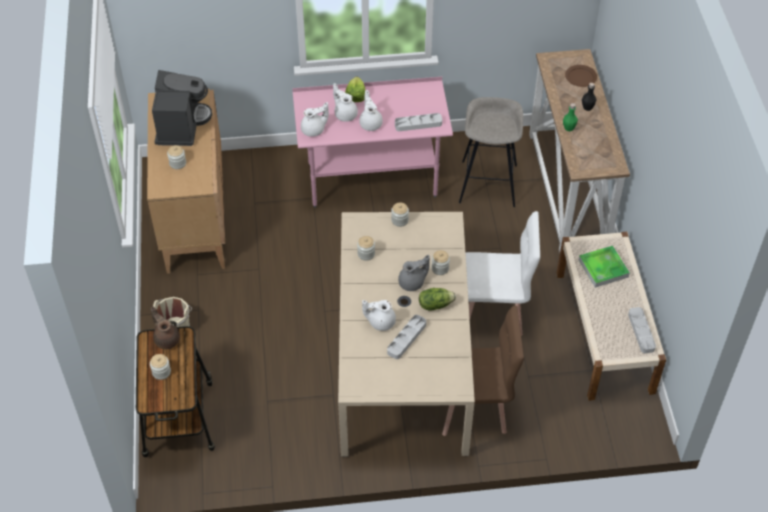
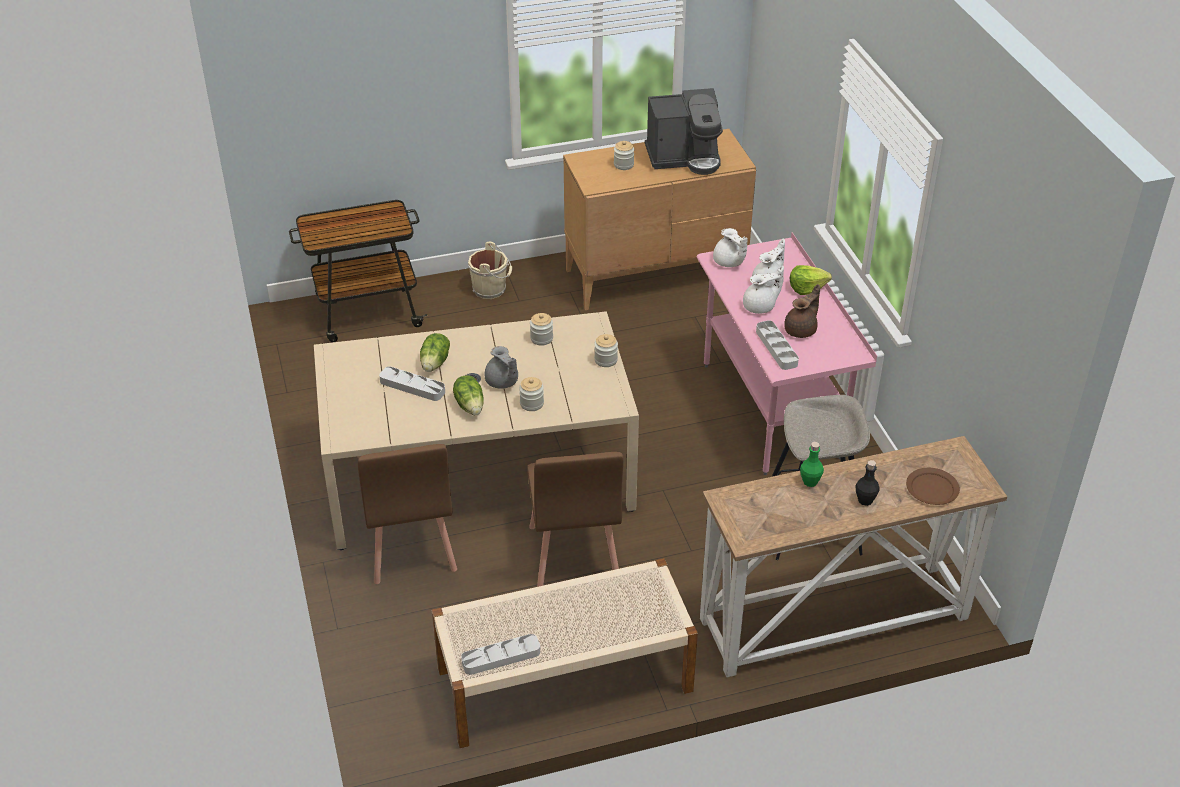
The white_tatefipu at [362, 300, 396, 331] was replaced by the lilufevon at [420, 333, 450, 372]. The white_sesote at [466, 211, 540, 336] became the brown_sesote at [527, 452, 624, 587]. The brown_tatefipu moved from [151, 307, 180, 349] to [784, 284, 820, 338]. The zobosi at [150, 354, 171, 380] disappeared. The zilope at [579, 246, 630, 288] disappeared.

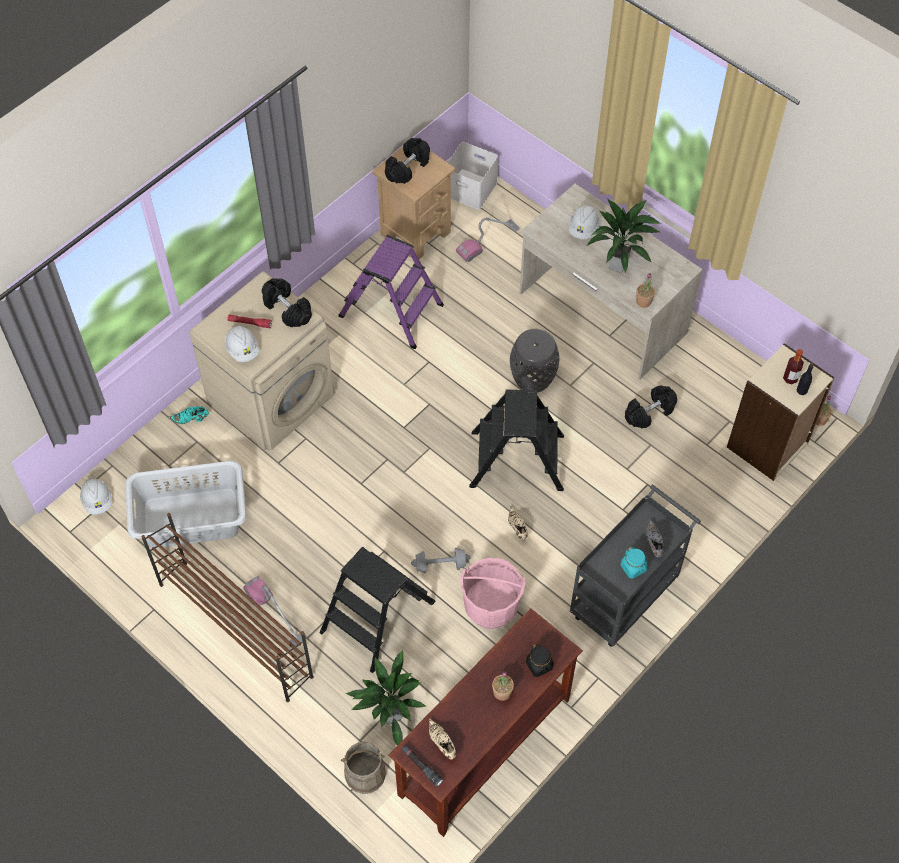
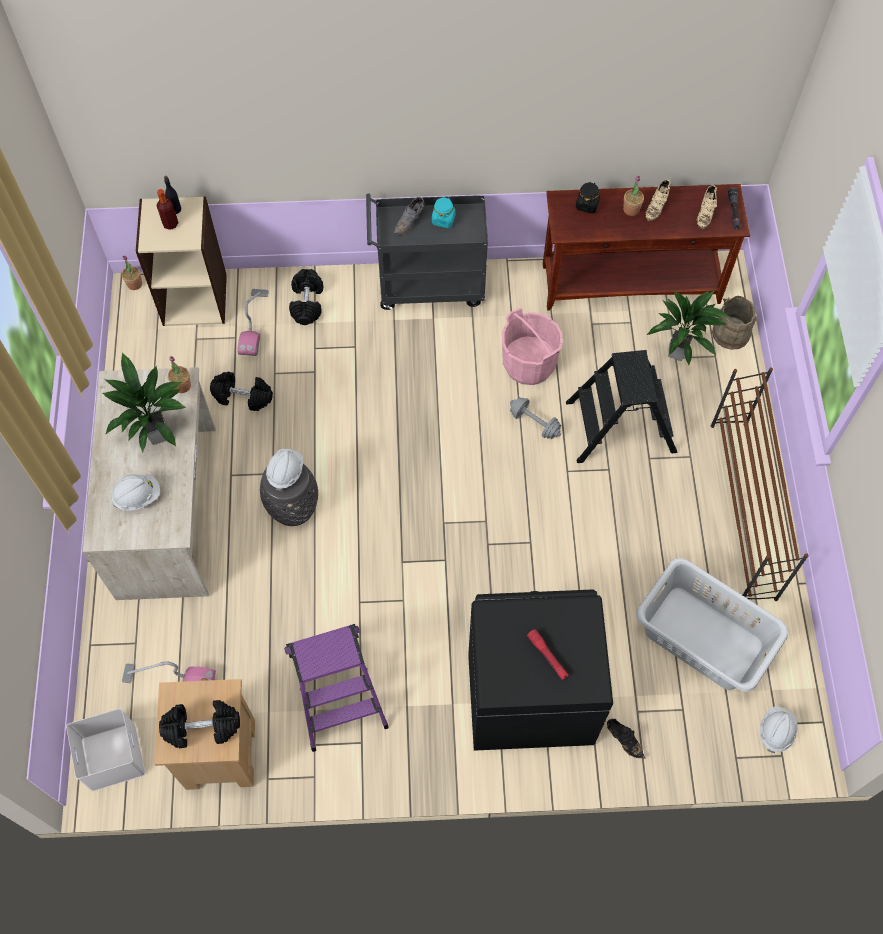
The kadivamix moved from [243, 576, 307, 646] to [238, 289, 269, 356]. The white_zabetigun moved from [225, 325, 259, 362] to [266, 449, 303, 491]. The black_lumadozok moved from [262, 278, 312, 327] to [289, 269, 323, 325]. The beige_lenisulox at [190, 271, 334, 450] became the black_lenisulox at [468, 589, 613, 751]. The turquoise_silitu at [169, 407, 209, 424] became the black_silitu at [607, 719, 646, 759]. The beige_silitu moved from [508, 506, 528, 540] to [646, 180, 671, 221]. The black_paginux at [469, 389, 564, 491] disappeared.

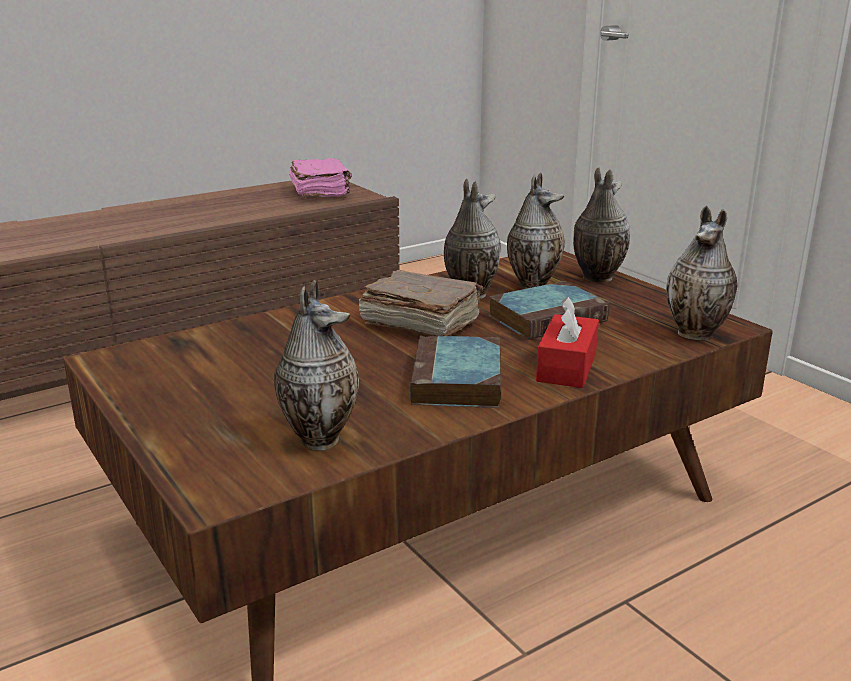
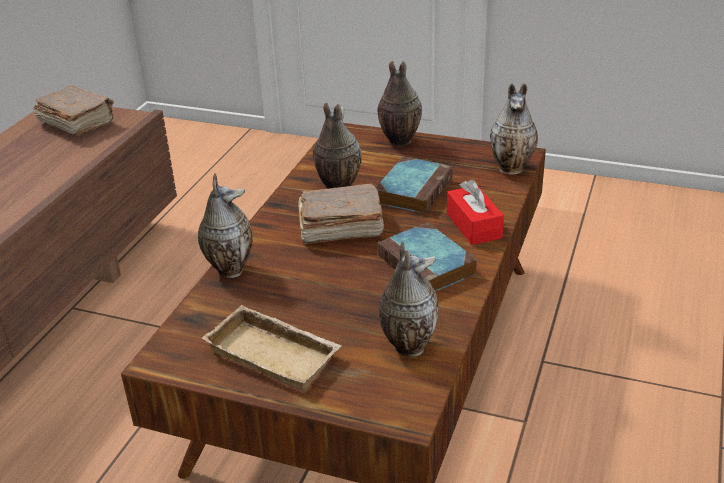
The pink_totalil at [289, 158, 352, 197] became the brown_totalil at [34, 86, 114, 136]. The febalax moved from [507, 173, 565, 289] to [198, 173, 253, 278]. The beige_zilope at [202, 305, 341, 391] appeared.

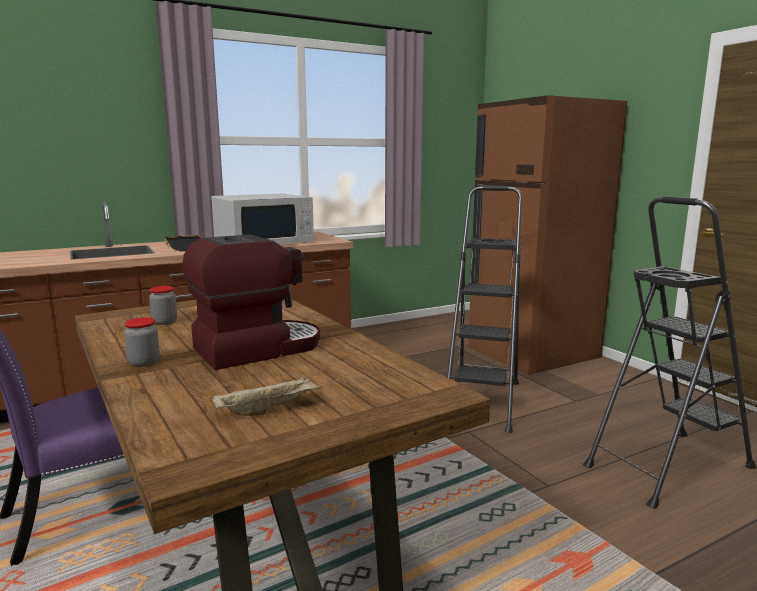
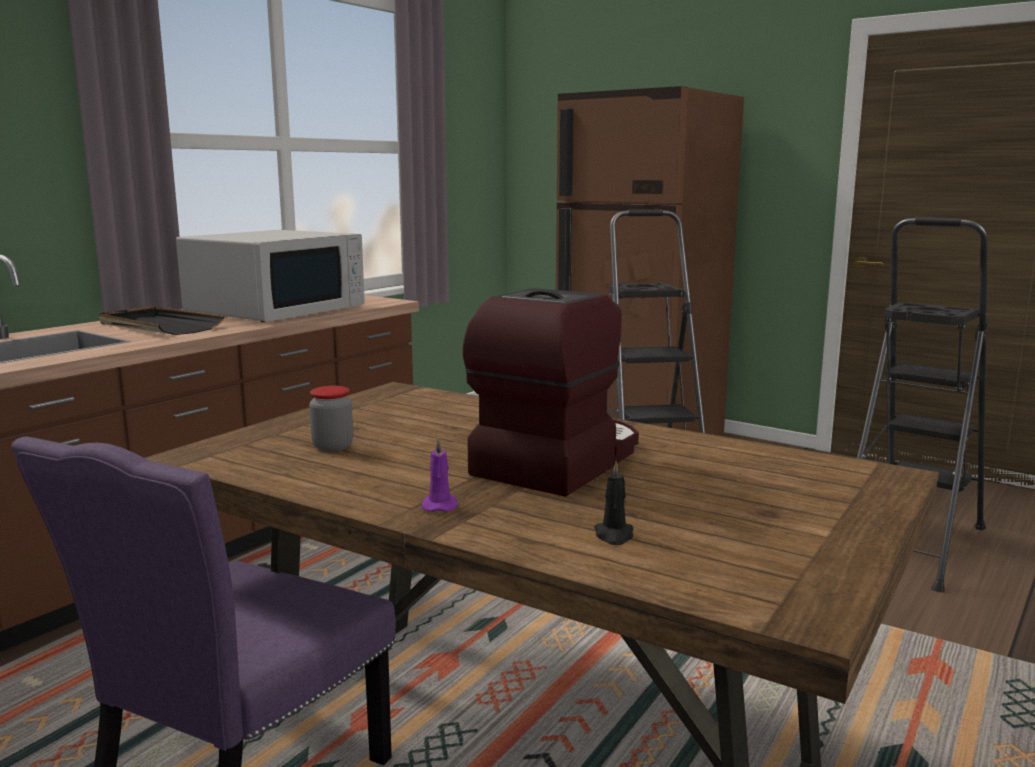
The zobosi at [124, 317, 160, 367] was replaced by the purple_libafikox at [421, 437, 458, 512]. The black_libafikox at [594, 461, 633, 545] appeared. The beige_zilope at [211, 375, 321, 416] disappeared.

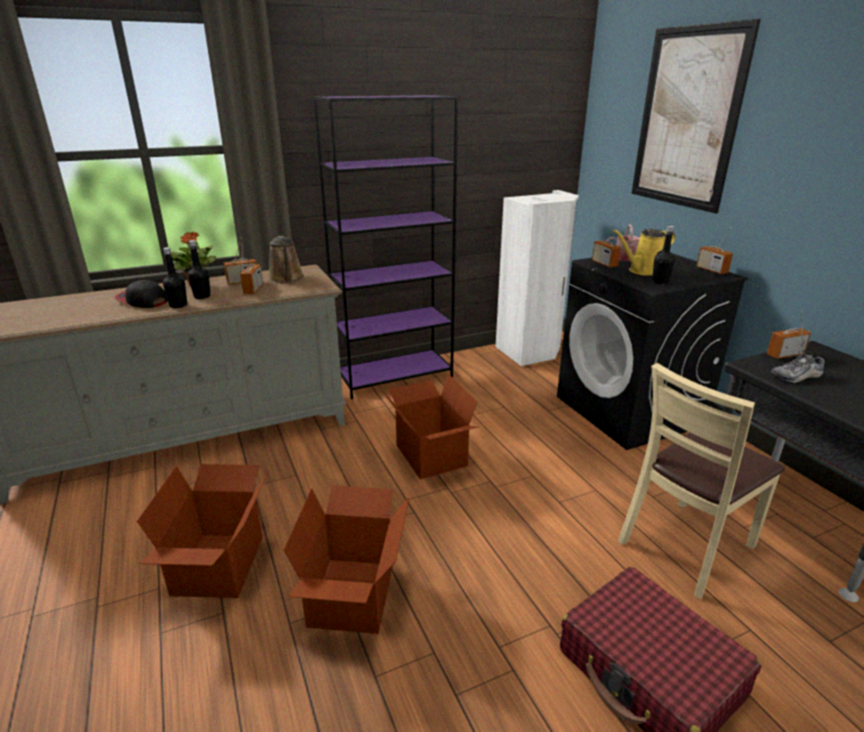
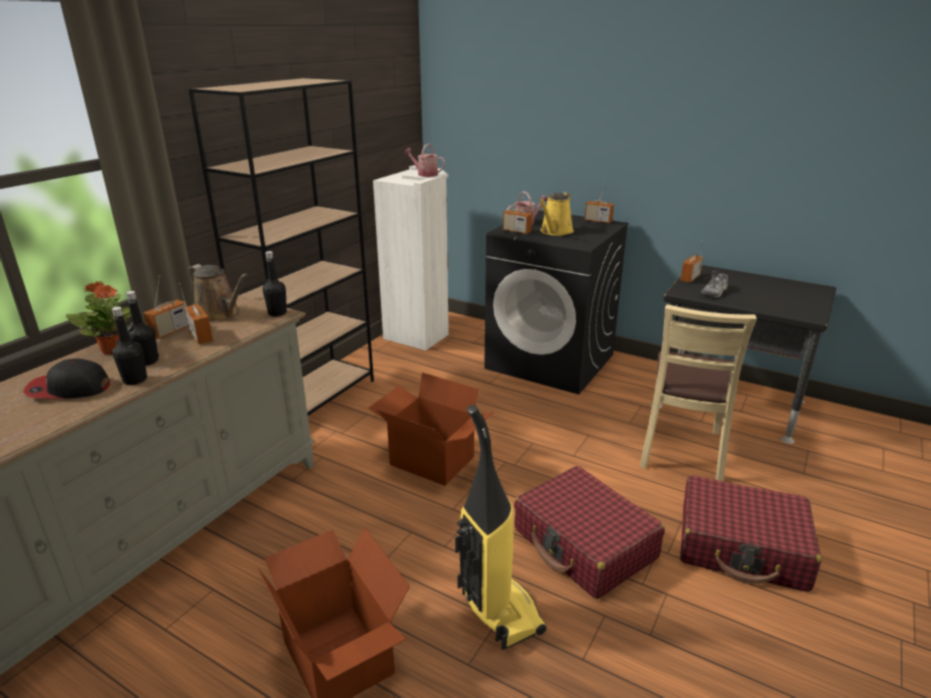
The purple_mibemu at [313, 95, 458, 399] became the beige_mibemu at [188, 78, 374, 416]. The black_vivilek moved from [652, 226, 675, 284] to [263, 251, 287, 317]. The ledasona at [404, 144, 445, 177] appeared. The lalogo at [283, 485, 409, 634] was replaced by the kadivamix at [455, 405, 547, 650]. The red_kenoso at [514, 466, 665, 599] appeared. The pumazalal at [631, 19, 761, 214] disappeared.

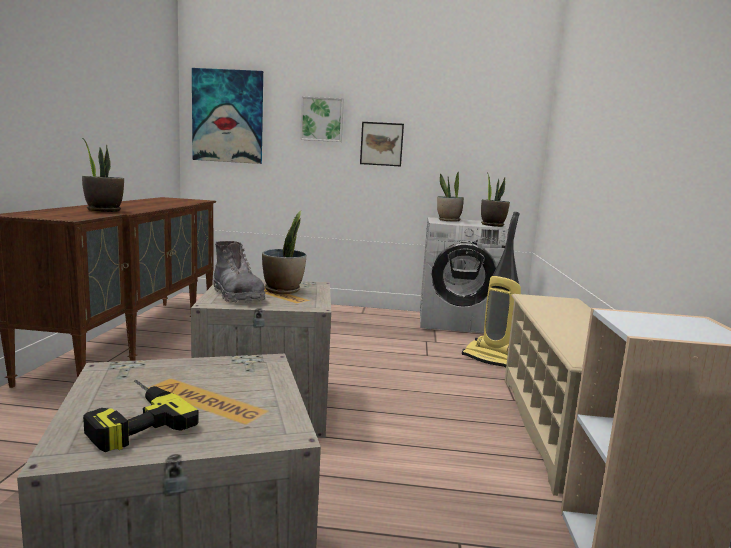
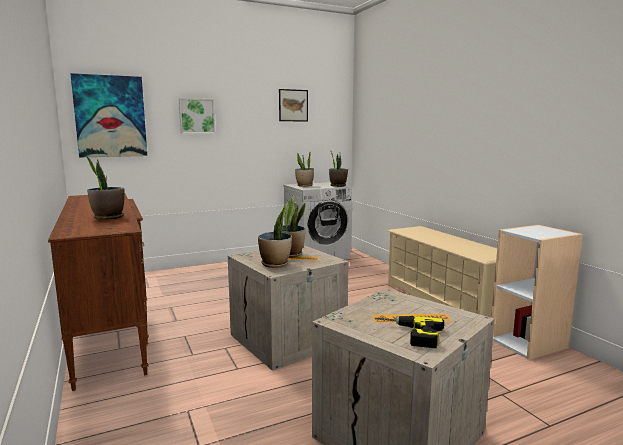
The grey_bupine at [213, 241, 266, 303] was replaced by the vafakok at [258, 203, 292, 268]. The pumazalal moved from [360, 122, 404, 167] to [279, 89, 308, 122]. The kadivamix at [462, 212, 521, 367] disappeared.

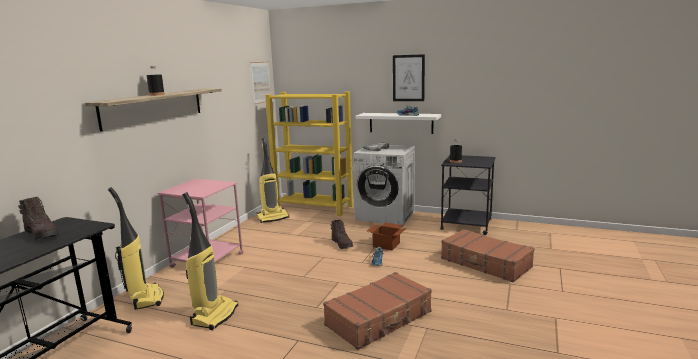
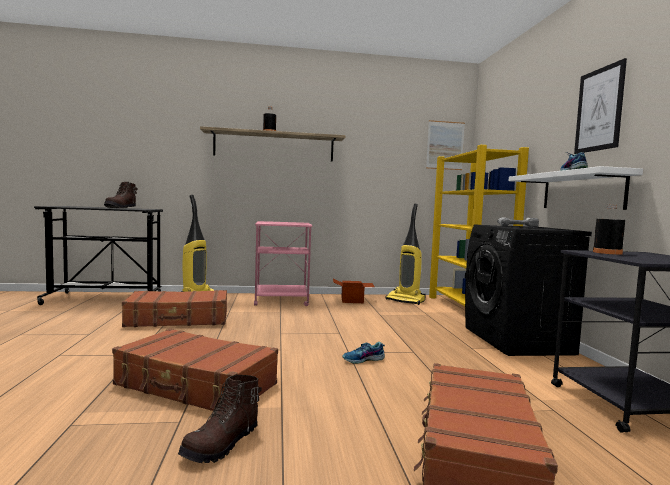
The kadivamix at [183, 192, 238, 330] was replaced by the brown_kenoso at [122, 290, 227, 327]. The brown_bupine moved from [331, 220, 353, 249] to [178, 375, 262, 463]. The lalogo moved from [367, 222, 406, 251] to [333, 279, 375, 303]. The white_lenisulox at [353, 144, 415, 226] became the black_lenisulox at [465, 224, 592, 356].

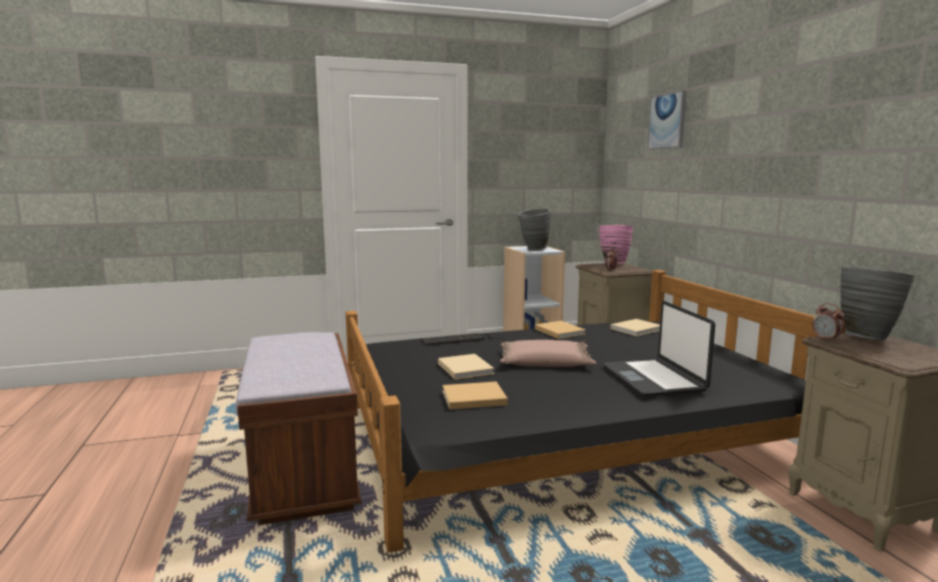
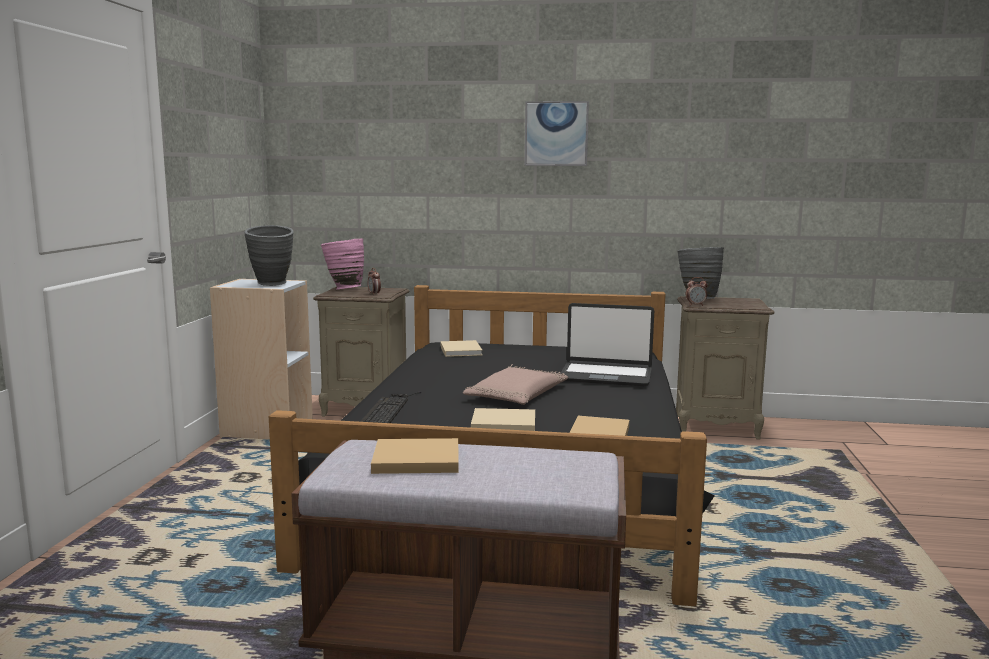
The beige_totalil moved from [535, 321, 586, 339] to [371, 438, 459, 474]. The pumazalal moved from [647, 90, 687, 150] to [525, 101, 589, 166].

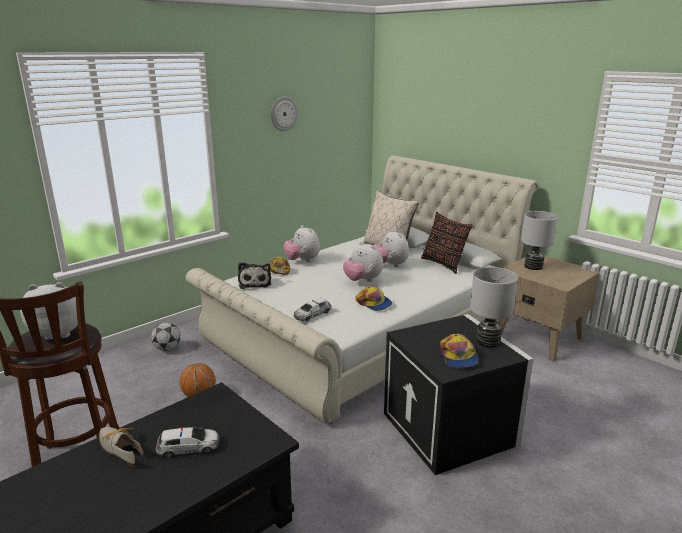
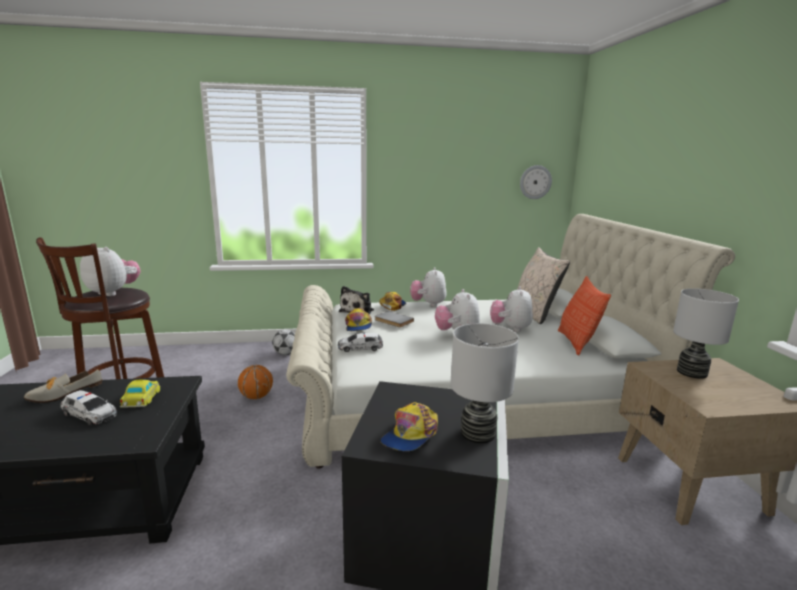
The silitu at [99, 427, 144, 468] turned 120 degrees counterclockwise. The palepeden at [120, 380, 160, 408] appeared. The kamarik moved from [356, 286, 392, 311] to [345, 308, 372, 331]. The grey_totalil at [375, 311, 414, 328] appeared. The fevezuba moved from [271, 96, 298, 131] to [520, 165, 552, 199]. The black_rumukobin at [421, 212, 472, 274] became the orange_rumukobin at [558, 276, 611, 356].

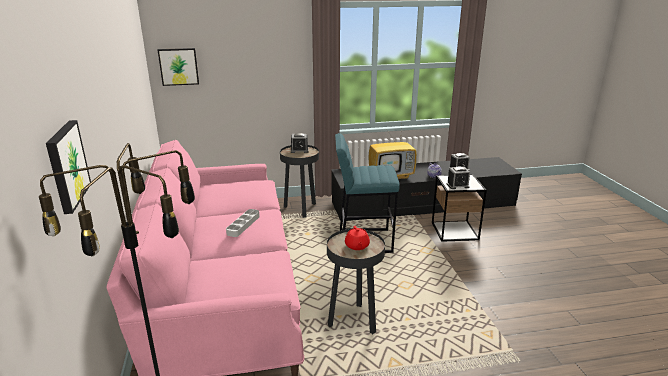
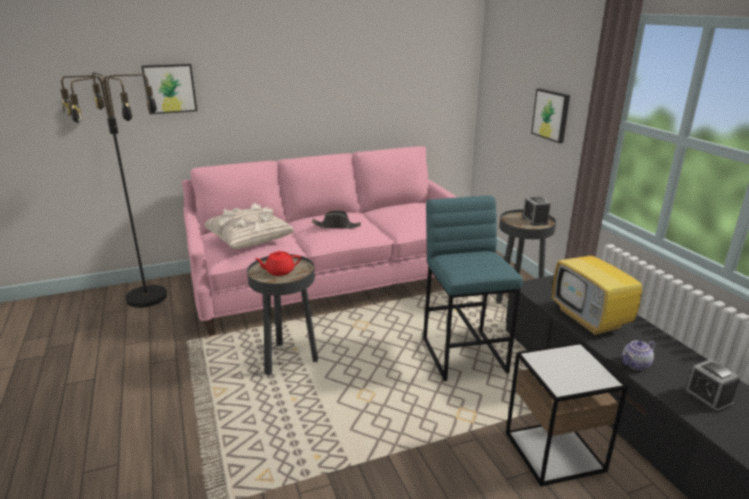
The beige_rumukobin at [204, 202, 294, 249] appeared. The grey_zilope at [226, 209, 260, 237] was replaced by the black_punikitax at [312, 210, 361, 229]. The pumazalal moved from [158, 48, 199, 86] to [531, 89, 570, 143]. The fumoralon at [447, 167, 470, 189] disappeared.

